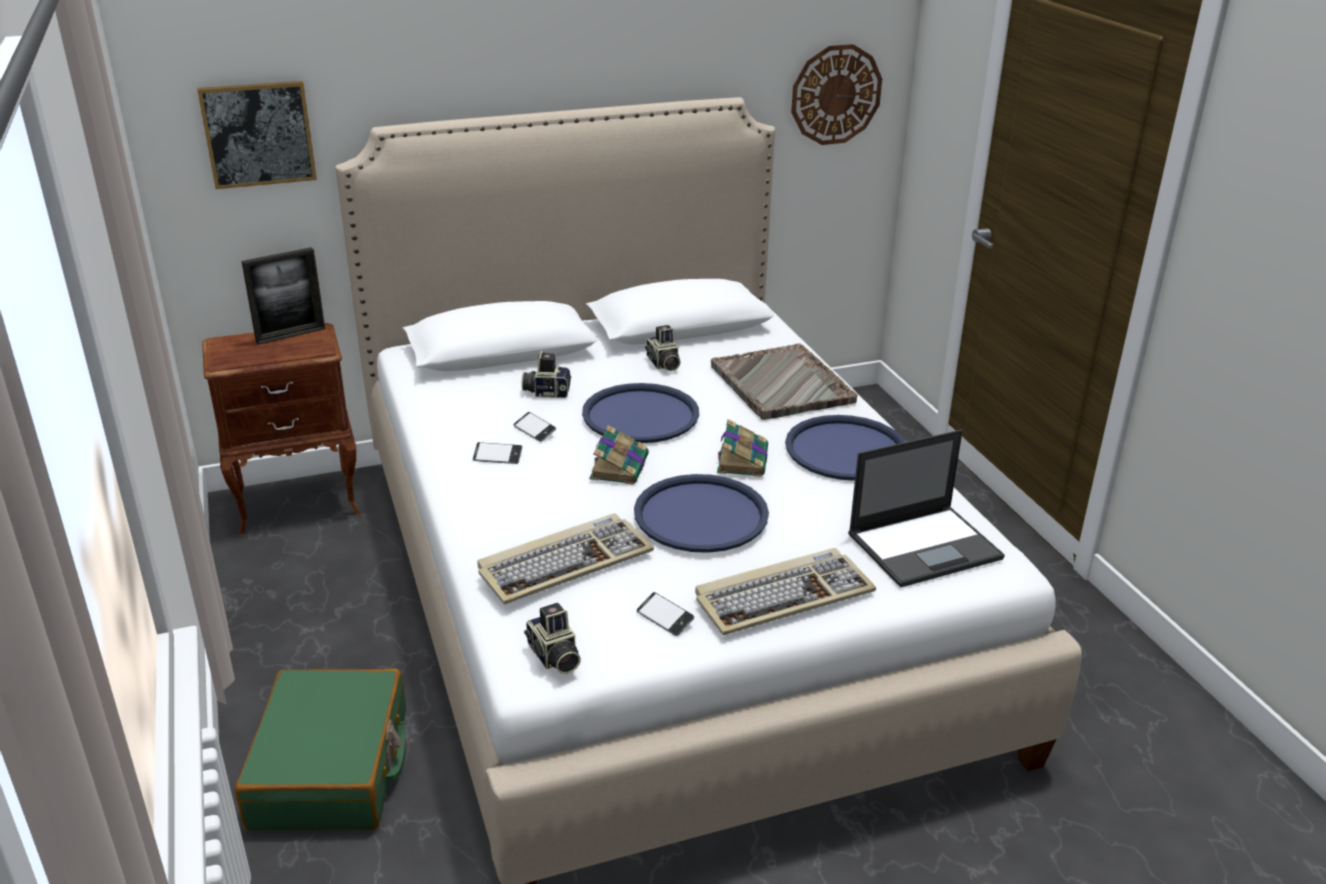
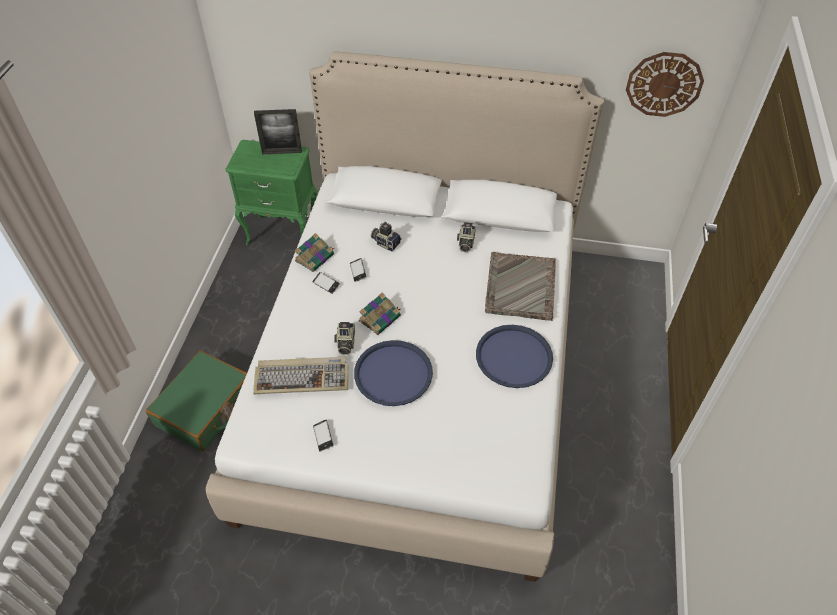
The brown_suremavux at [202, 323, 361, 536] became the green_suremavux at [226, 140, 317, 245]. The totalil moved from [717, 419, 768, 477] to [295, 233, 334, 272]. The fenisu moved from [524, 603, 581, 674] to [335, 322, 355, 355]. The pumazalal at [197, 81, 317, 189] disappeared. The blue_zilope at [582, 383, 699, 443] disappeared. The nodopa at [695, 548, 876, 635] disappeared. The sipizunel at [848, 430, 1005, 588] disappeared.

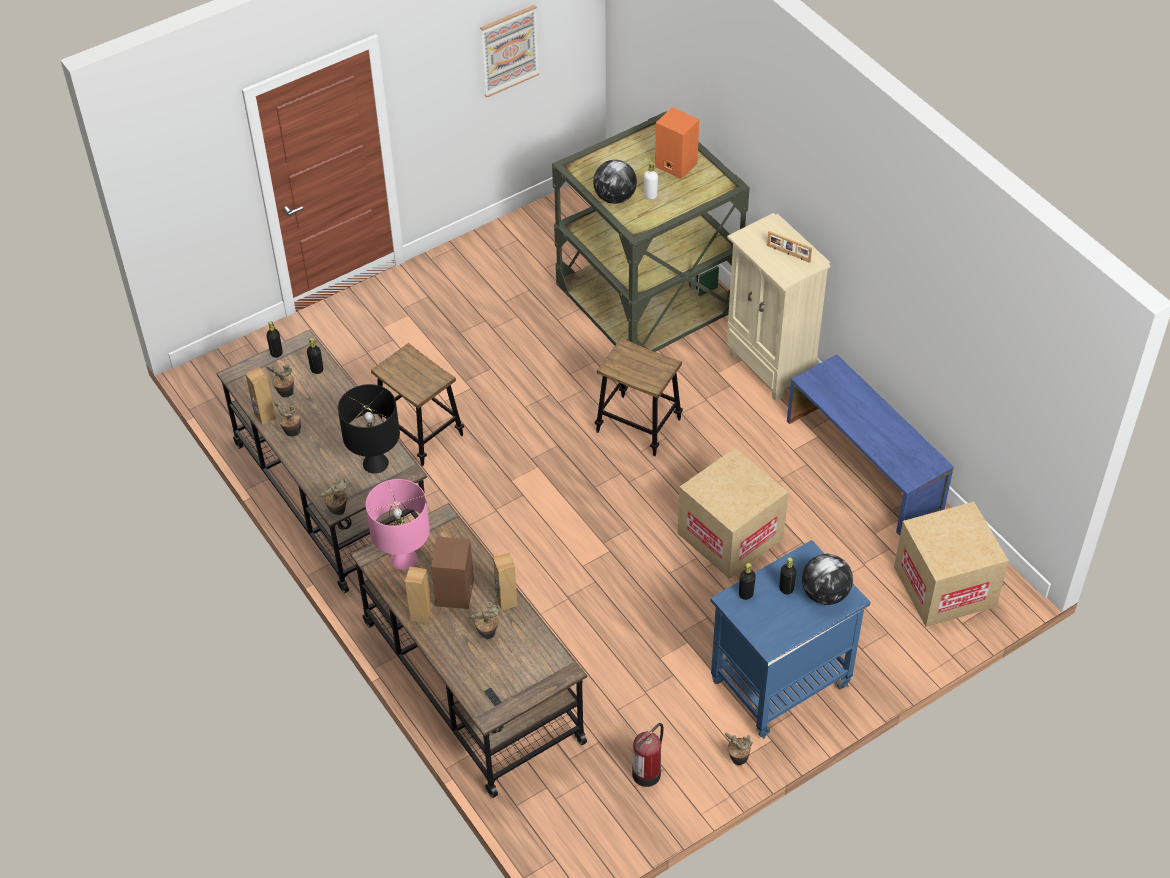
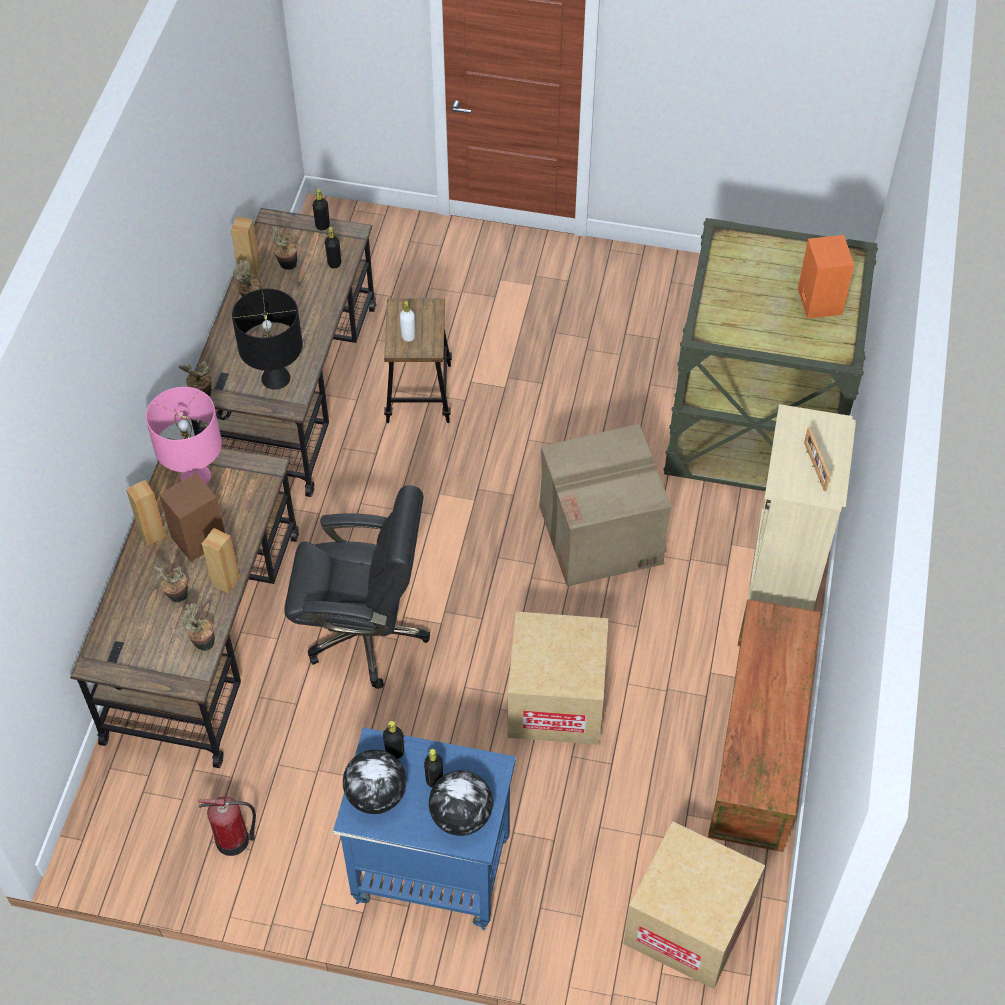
The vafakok moved from [725, 732, 753, 765] to [181, 603, 215, 651]. The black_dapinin at [284, 485, 430, 689] appeared. The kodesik moved from [593, 160, 637, 204] to [343, 750, 407, 814]. The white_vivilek moved from [644, 162, 658, 200] to [400, 301, 415, 342]. The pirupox at [594, 338, 683, 456] was replaced by the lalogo at [539, 424, 671, 586]. The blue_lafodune at [787, 355, 954, 535] became the brown_lafodune at [708, 599, 821, 852]. The pumazalal at [480, 5, 539, 97] disappeared.

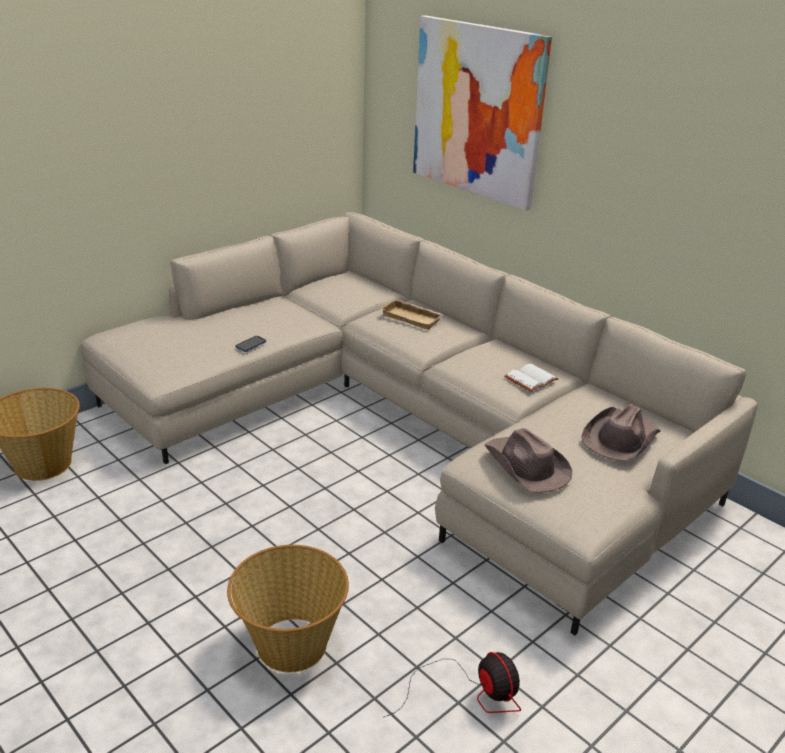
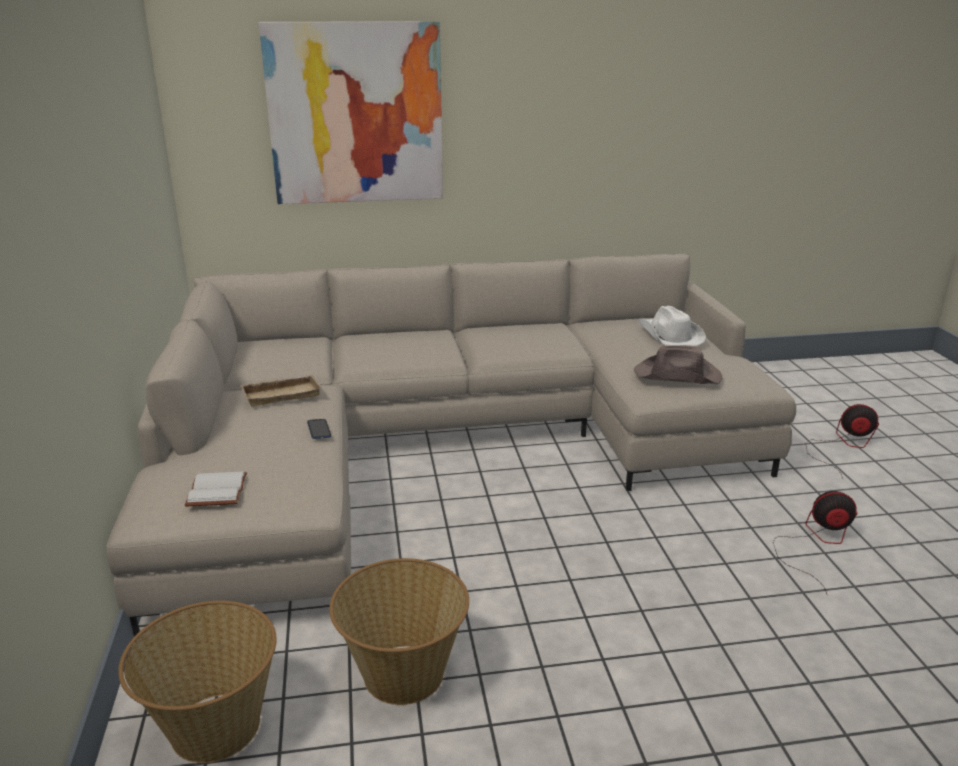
The white_totalil moved from [504, 364, 559, 392] to [185, 472, 247, 507]. The beige_zilope moved from [380, 299, 444, 330] to [240, 374, 322, 407]. The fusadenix moved from [227, 545, 349, 673] to [329, 558, 469, 705]. The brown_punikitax at [581, 404, 661, 461] became the white_punikitax at [637, 306, 706, 346]. The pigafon at [806, 404, 879, 479] appeared.

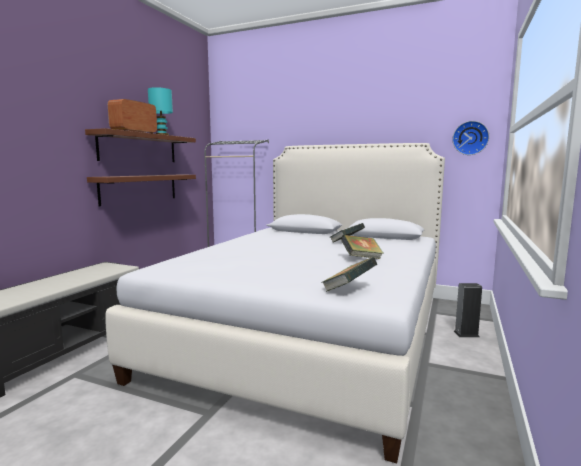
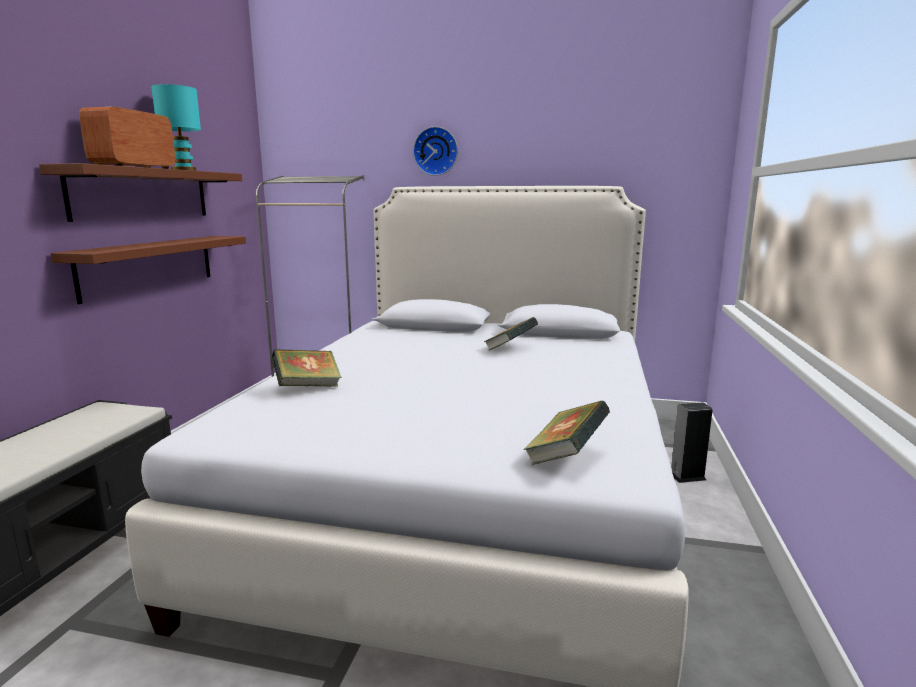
The totalil moved from [341, 235, 384, 259] to [272, 349, 342, 387]. The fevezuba moved from [452, 121, 489, 155] to [413, 126, 458, 176].

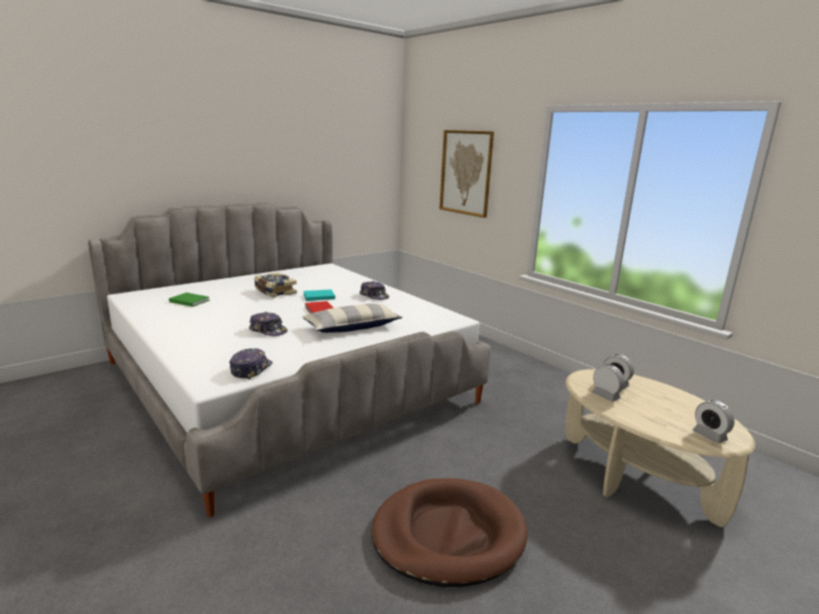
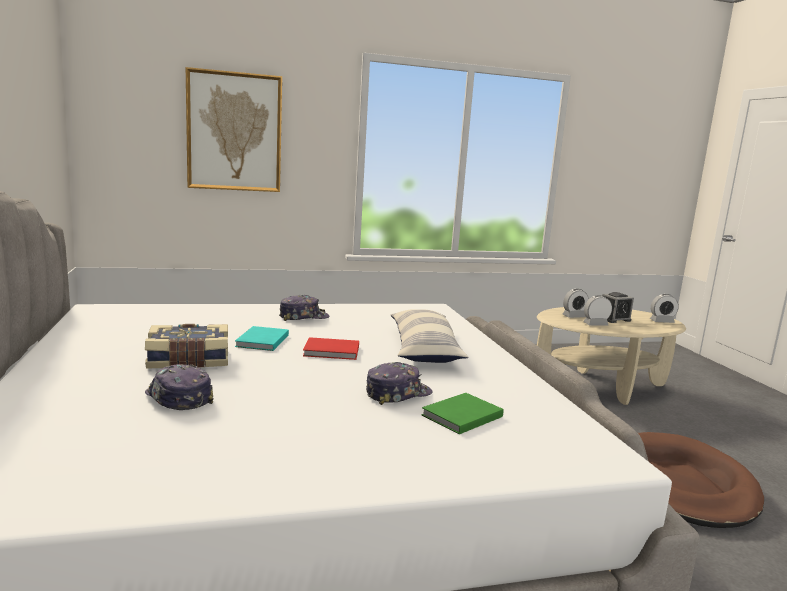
The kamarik moved from [230, 349, 273, 380] to [145, 364, 213, 410]. The green_totalil moved from [169, 292, 210, 307] to [422, 393, 504, 434]. The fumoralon at [602, 292, 634, 323] appeared.

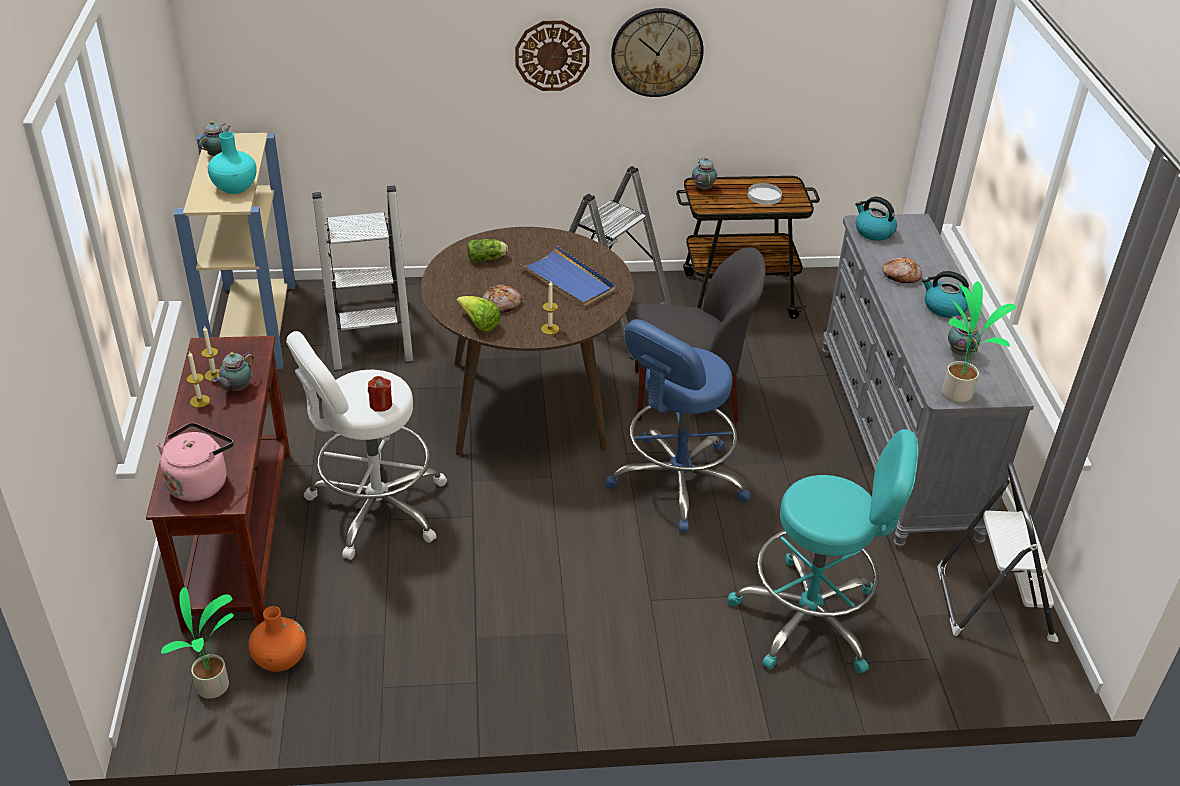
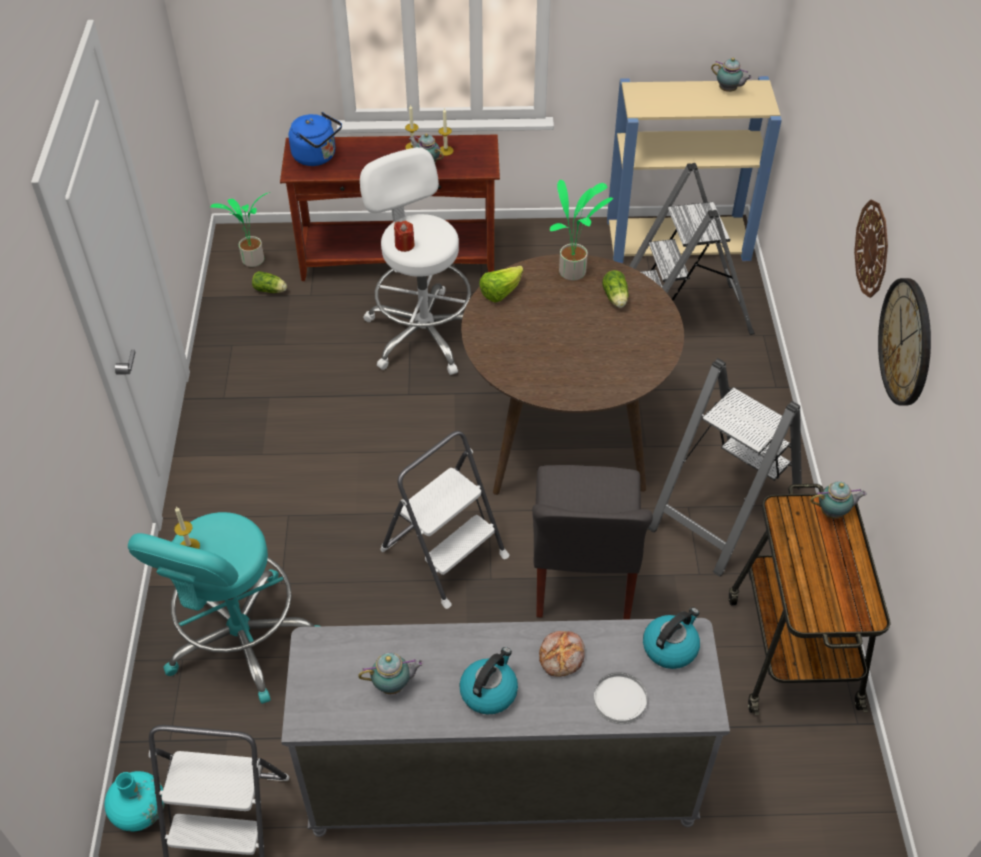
The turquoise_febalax moved from [208, 132, 257, 194] to [104, 771, 165, 831]. The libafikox moved from [541, 281, 559, 335] to [174, 507, 200, 549]. The orange_febalax at [248, 606, 306, 672] was replaced by the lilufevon at [252, 271, 287, 293]. The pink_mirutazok at [157, 423, 233, 501] became the blue_mirutazok at [289, 112, 342, 166]. The blue_pirupox at [605, 319, 751, 533] was replaced by the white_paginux at [380, 431, 509, 609]. The vafakok moved from [942, 281, 1017, 403] to [550, 180, 613, 281]. The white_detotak moved from [748, 183, 782, 205] to [593, 672, 647, 725]. The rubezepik at [482, 285, 522, 313] disappeared. The blue_zilope at [519, 245, 616, 307] disappeared.

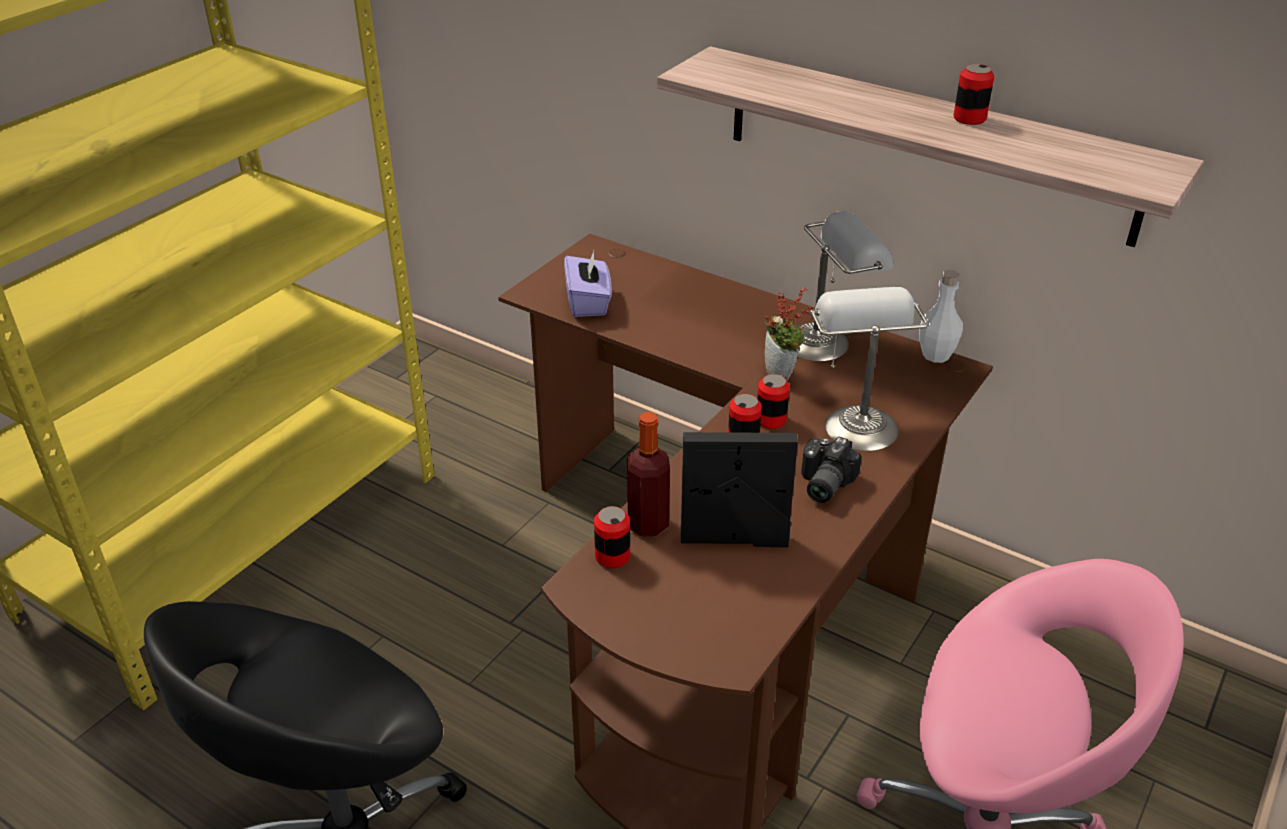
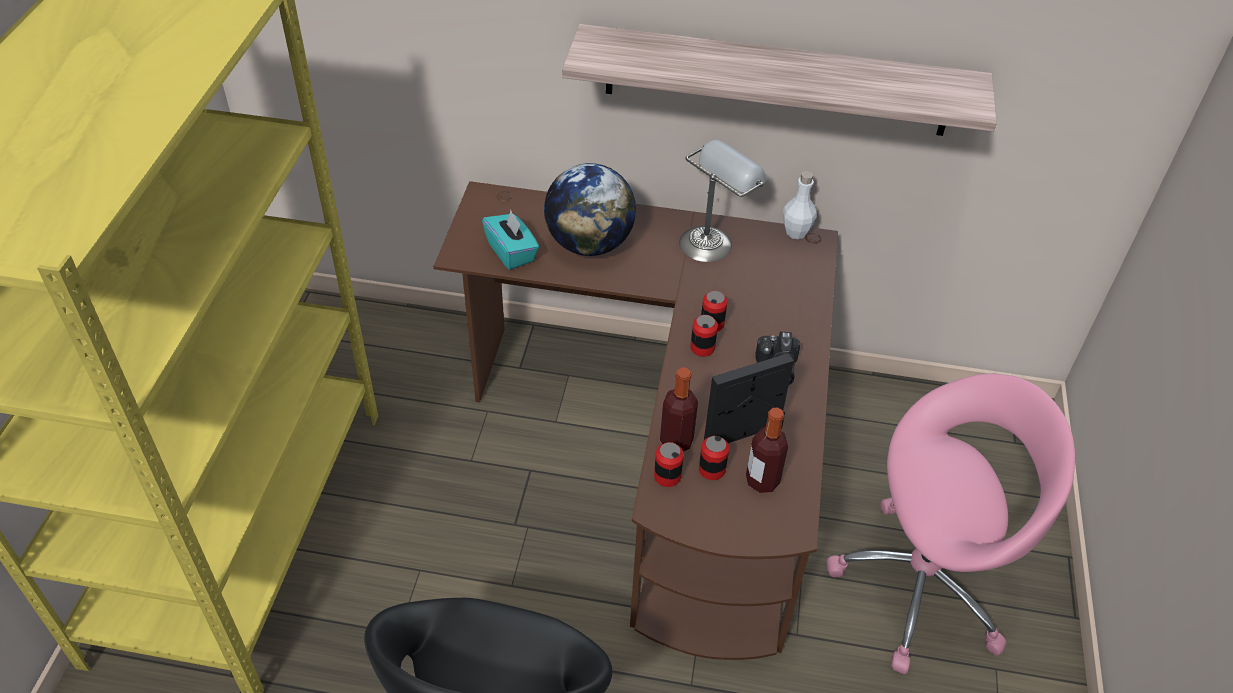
The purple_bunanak at [564, 251, 612, 317] became the turquoise_bunanak at [482, 210, 539, 270]. The kodesik at [544, 163, 636, 256] appeared. The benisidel moved from [953, 64, 994, 125] to [699, 436, 729, 480]. The vivilek at [746, 408, 788, 493] appeared. The vafakok at [765, 287, 813, 381] disappeared. The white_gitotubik at [810, 287, 929, 451] disappeared.

